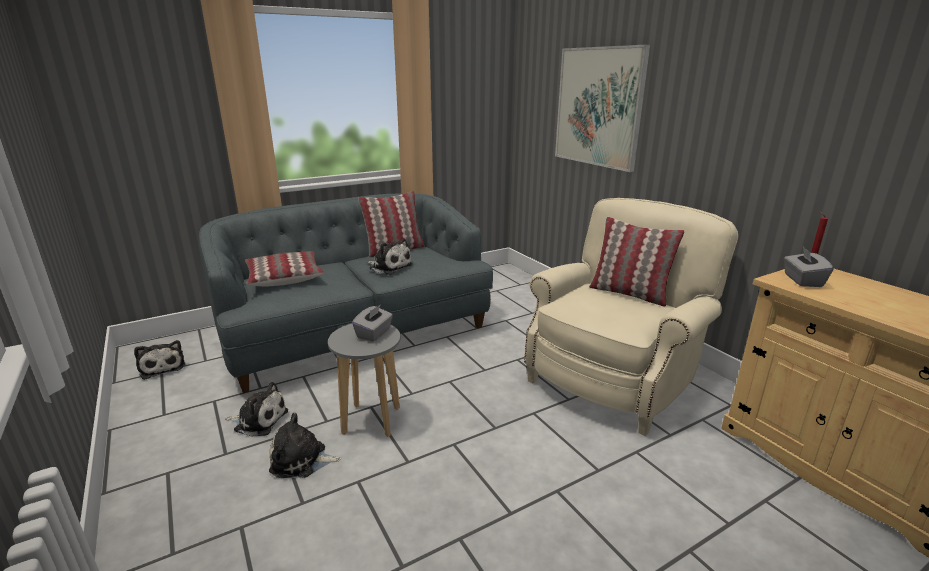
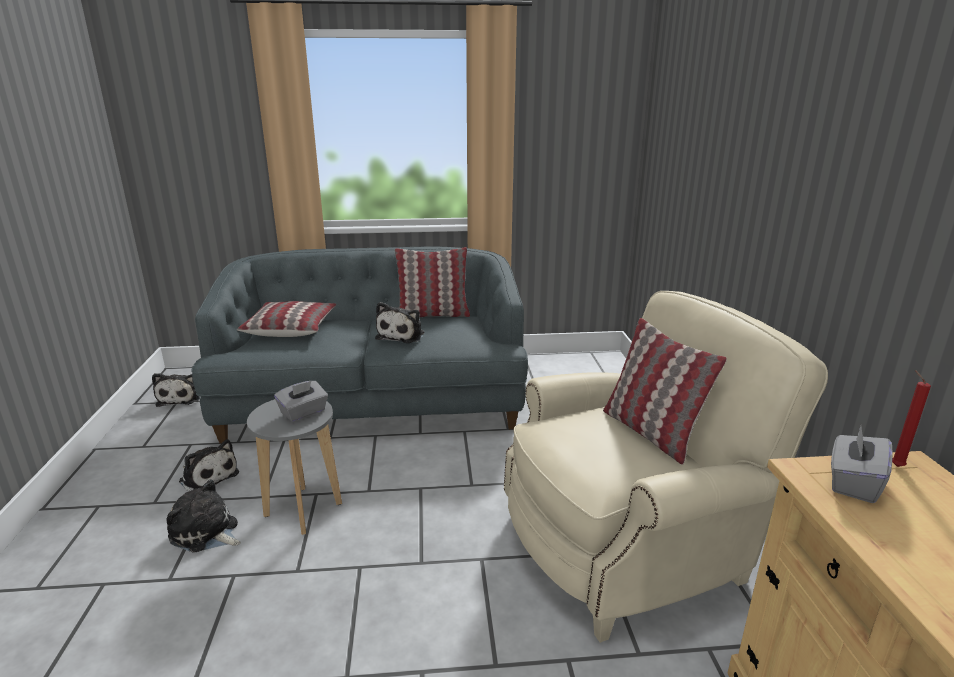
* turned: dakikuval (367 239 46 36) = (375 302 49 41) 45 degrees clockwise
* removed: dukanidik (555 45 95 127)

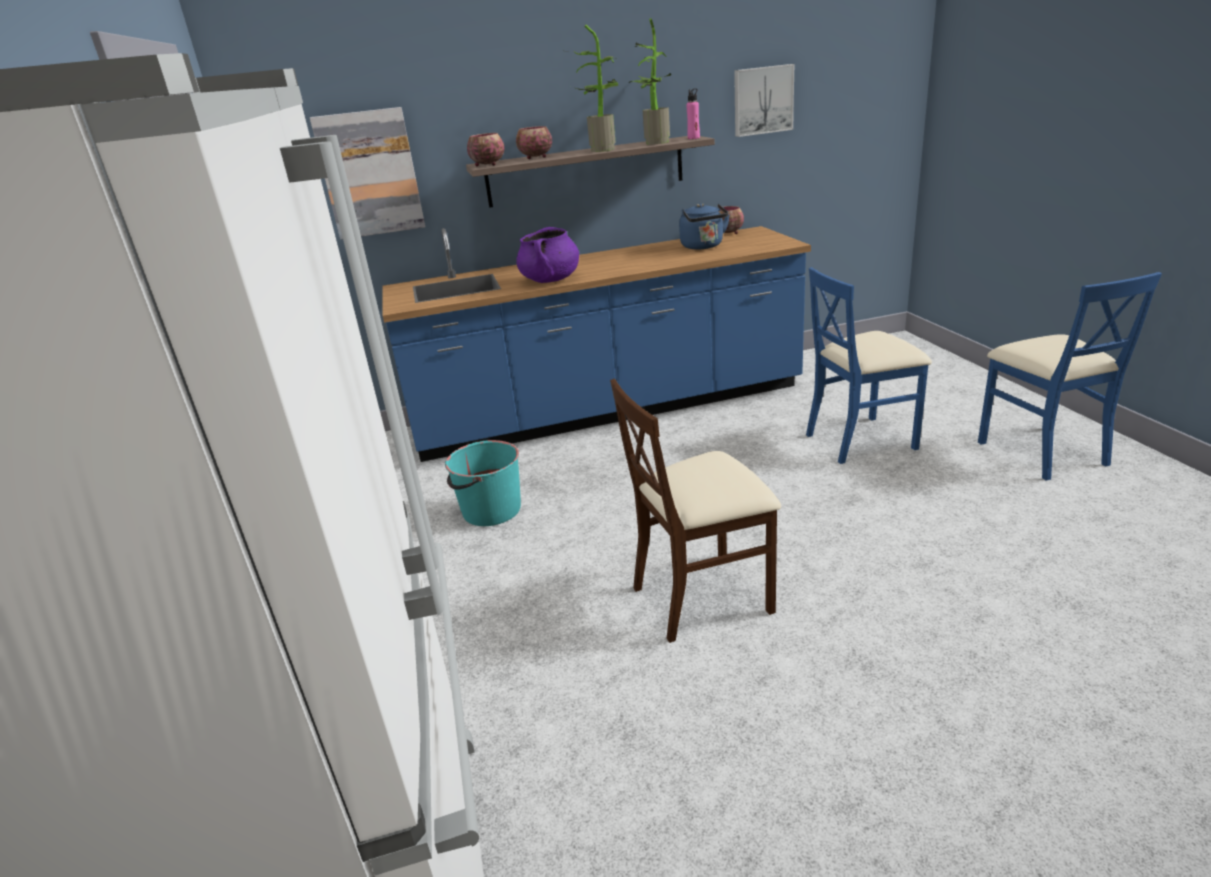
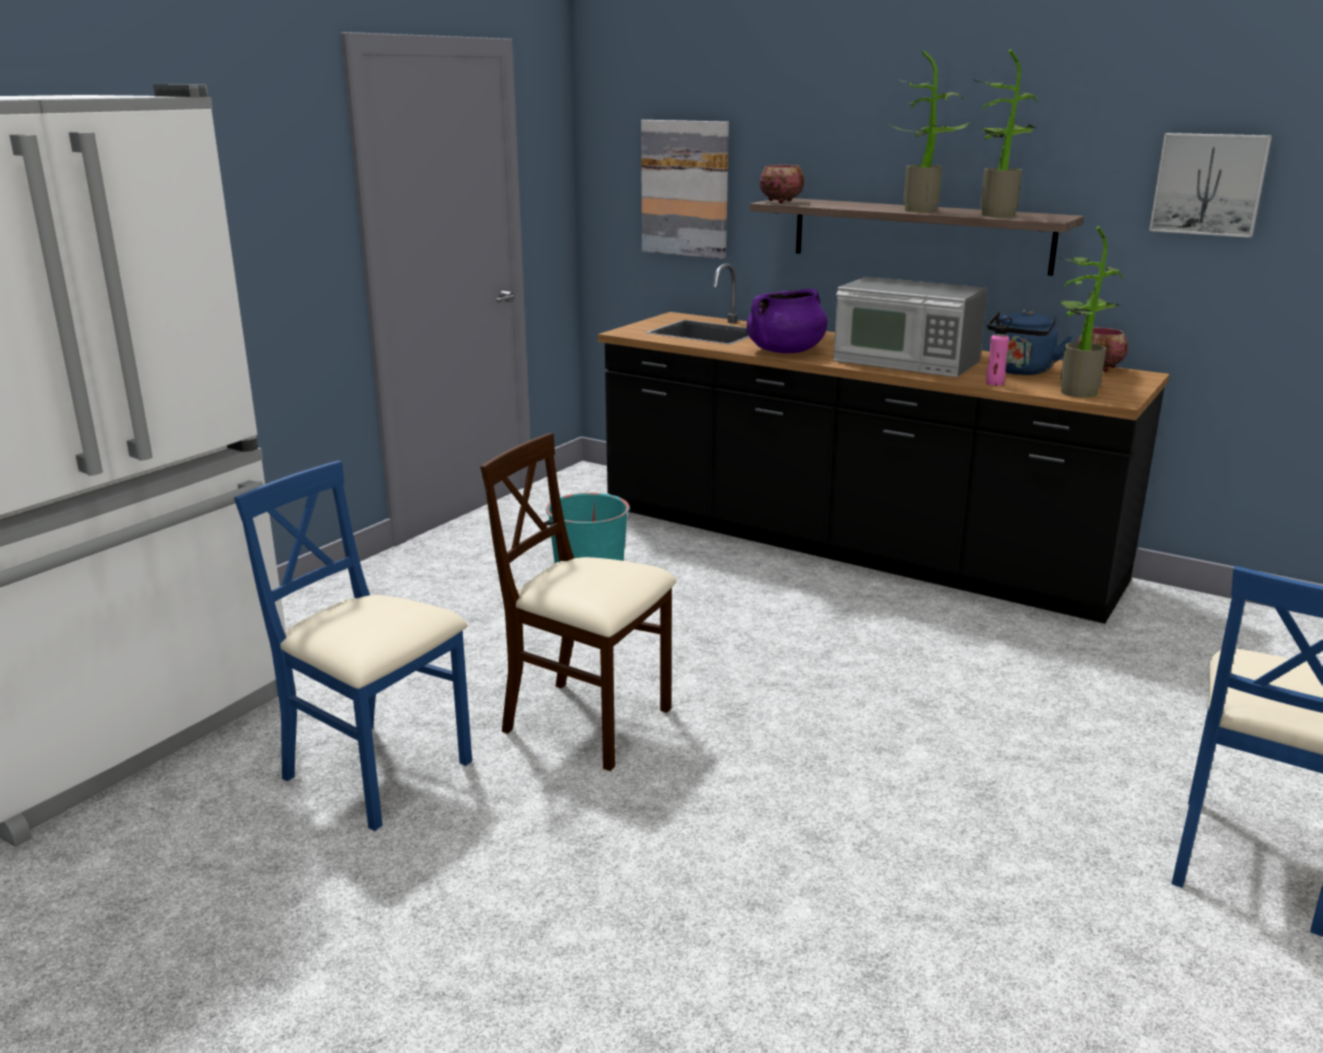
* recoloured: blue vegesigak (382 226 429 236) to black vegesigak (598 263 572 361)
* removed: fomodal (516 126 36 33)
* moved: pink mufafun (686 88 14 51) to (986 318 26 68)
* moved: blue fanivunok (806 267 126 197) to (234 461 238 370)
* added: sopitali (833 277 155 100)
* added: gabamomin (1060 226 64 172)

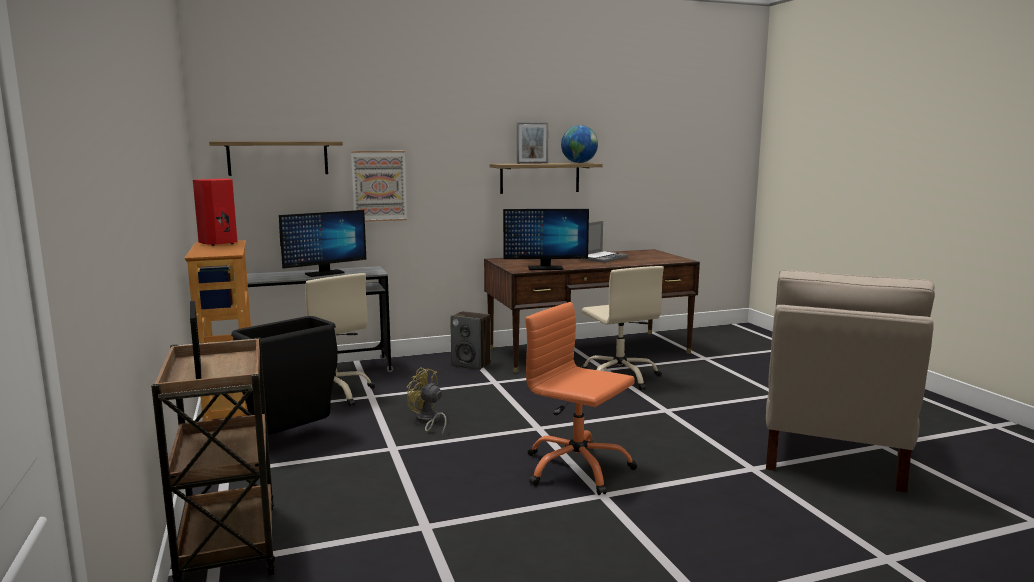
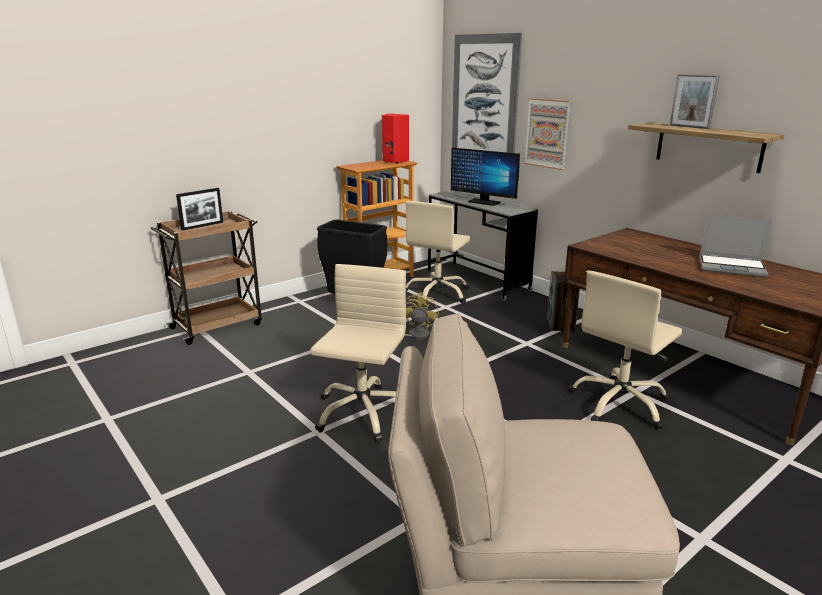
* replaced: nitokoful (209 141 134 35) to dukanidik (452 33 70 120)
* removed: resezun (503 209 86 61)
* recoloured: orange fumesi (525 302 112 193) to beige fumesi (310 264 96 178)
* removed: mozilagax (561 125 37 38)

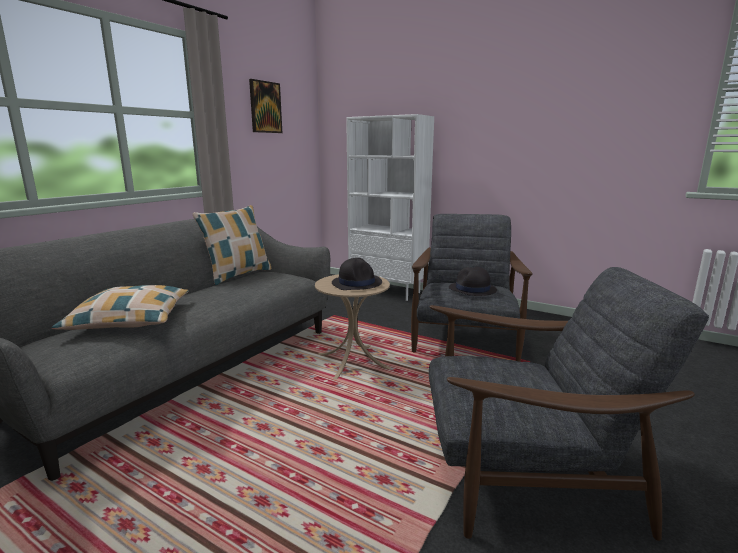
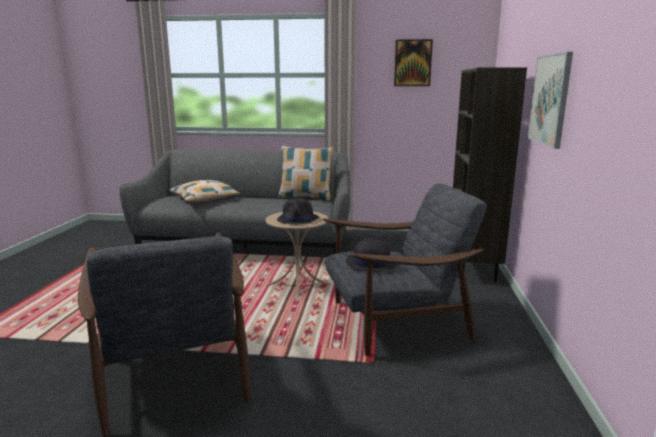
* recoloured: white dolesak (346 114 88 187) to brown dolesak (453 67 74 215)
* added: dukanidik (528 52 45 97)

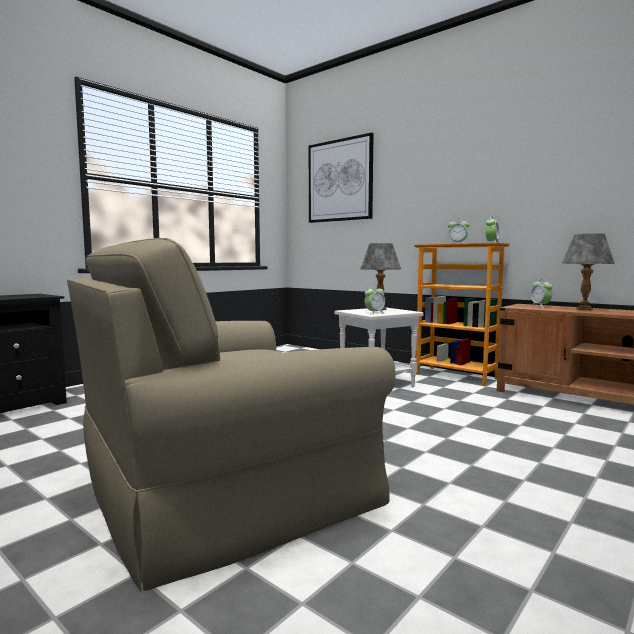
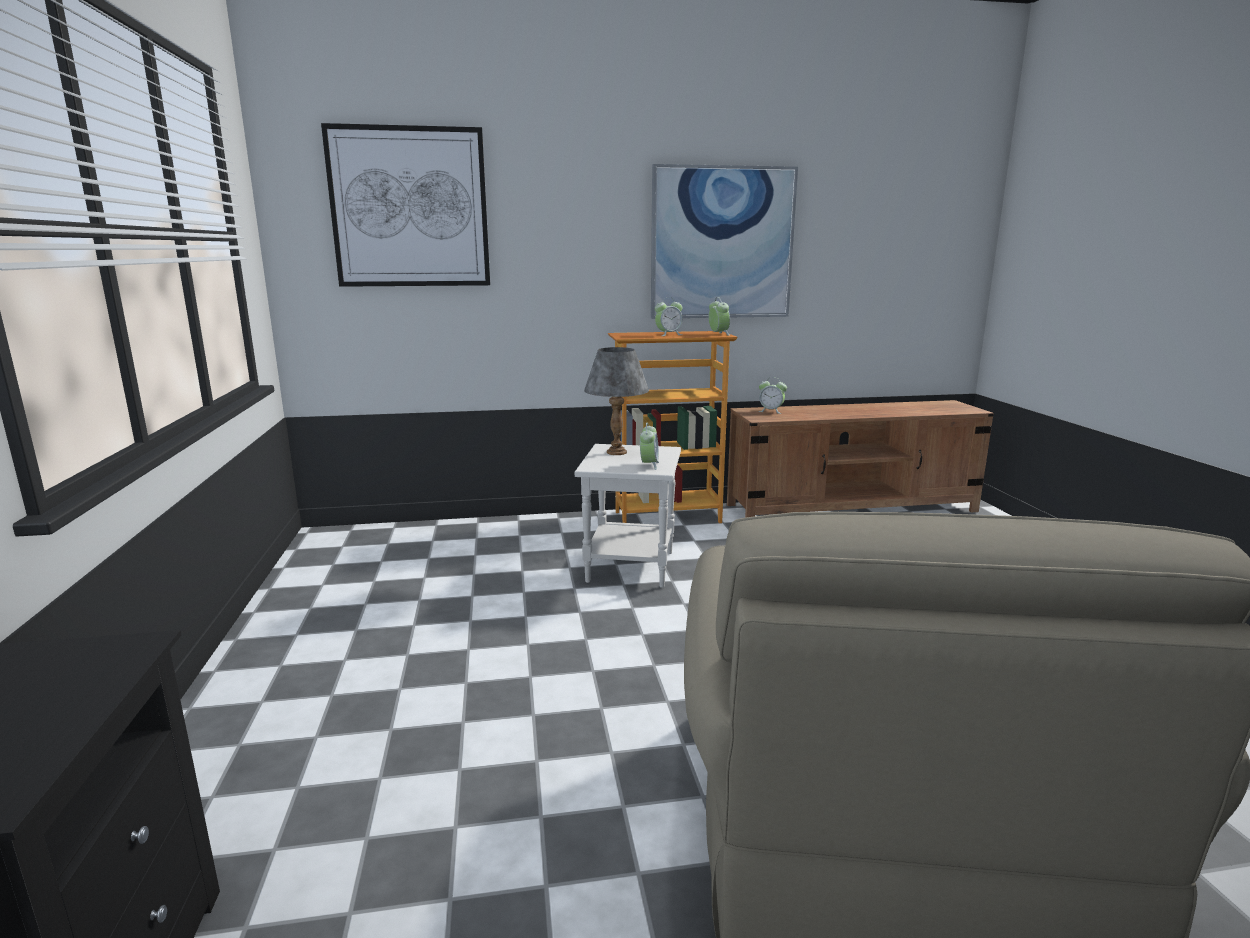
* removed: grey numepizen (562 234 53 76)
* added: dukanidik (651 164 147 155)

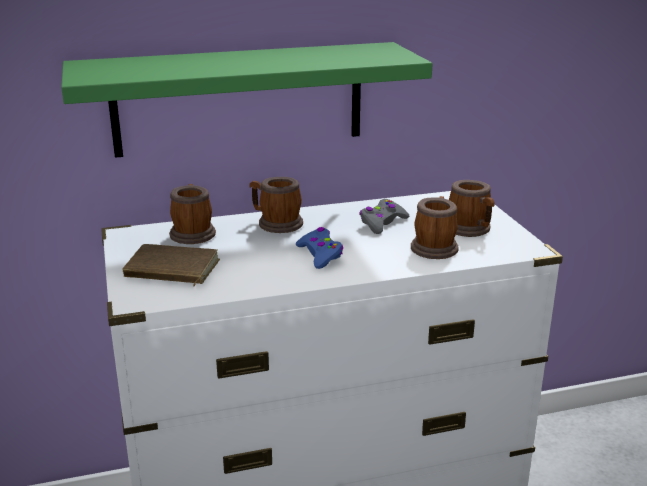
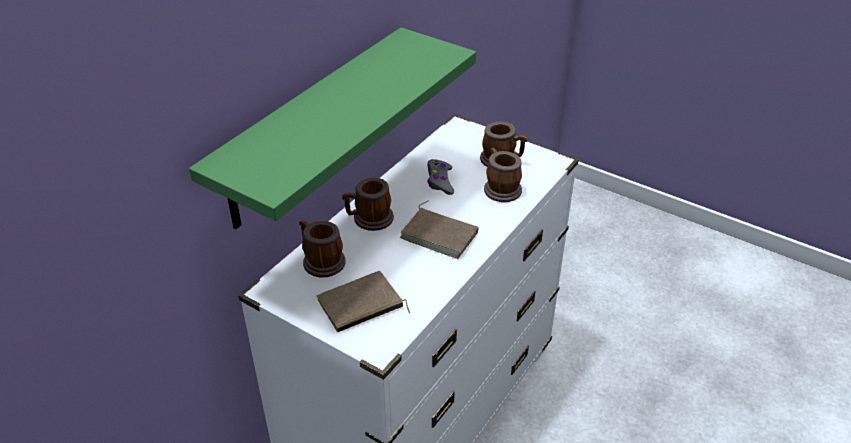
* replaced: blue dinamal (296 227 47 42) to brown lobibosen (400 201 79 58)

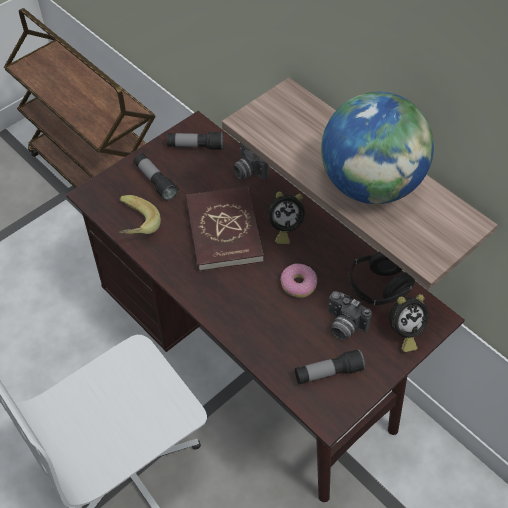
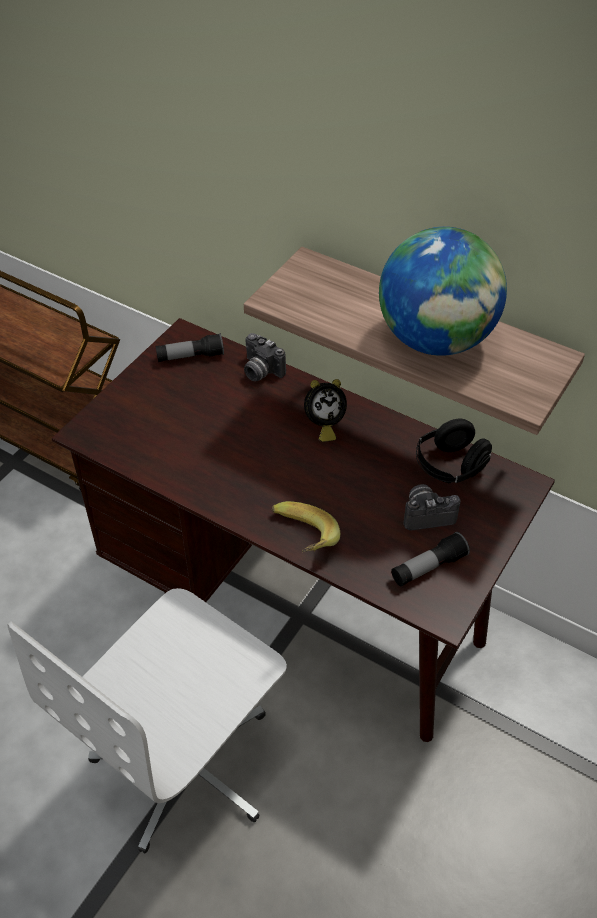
* moved: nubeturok (119 195 42 40) to (272 501 68 51)
* removed: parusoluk (134 153 45 48)
* removed: red lobibosen (185 186 79 86)
* removed: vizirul (280 264 37 34)
* turned: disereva (328 291 44 49) = (403 484 58 47) 150 degrees clockwise
* removed: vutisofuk (389 294 40 58)

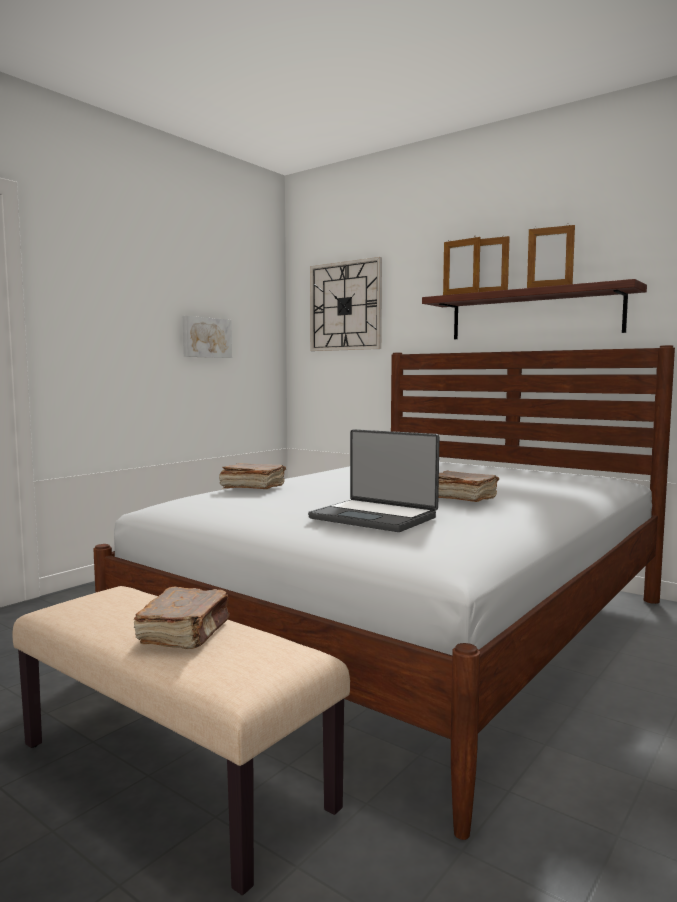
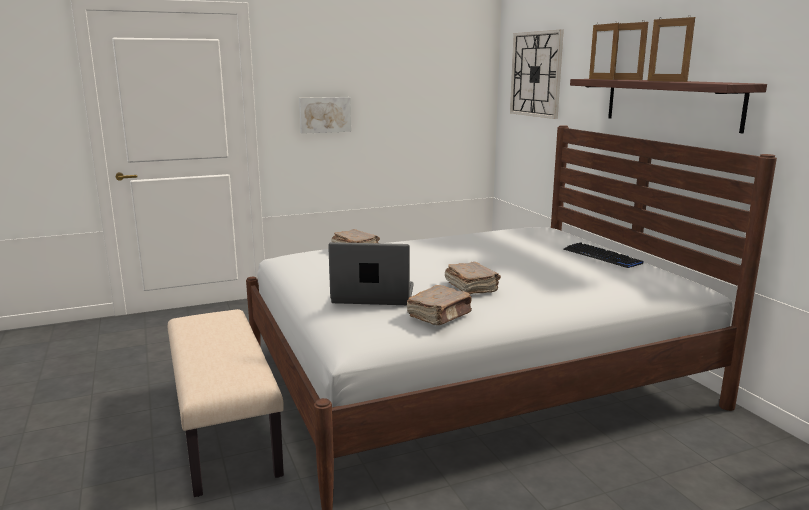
* moved: brown lobibosen (134 587 96 62) to (407 285 65 40)
* moved: dukanidik (183 316 49 42) to (299 97 52 37)
* turned: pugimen (308 429 132 103) = (328 242 85 63) 120 degrees clockwise
* added: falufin (563 242 80 26)

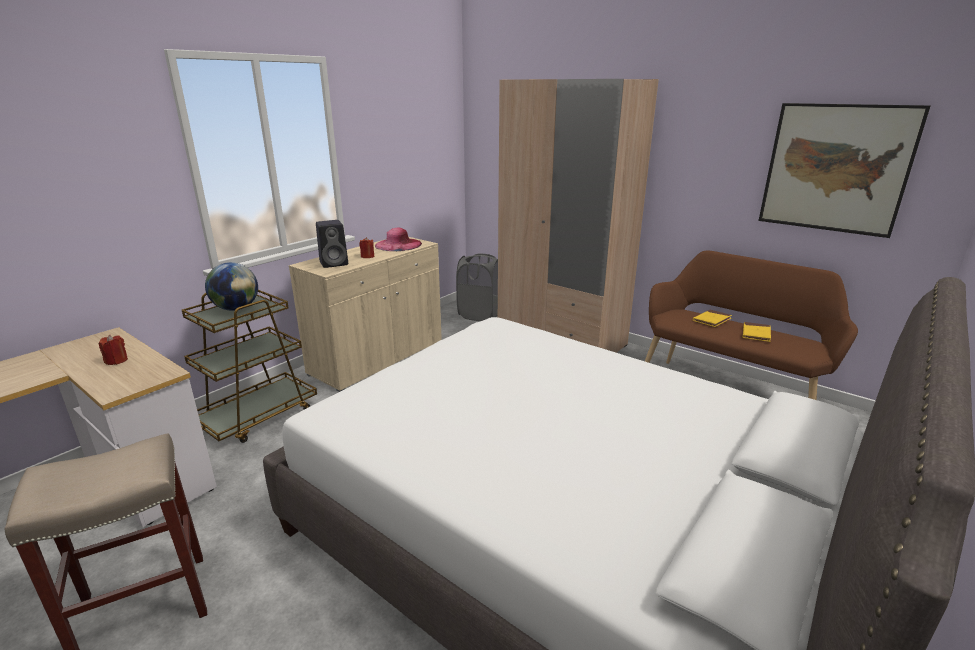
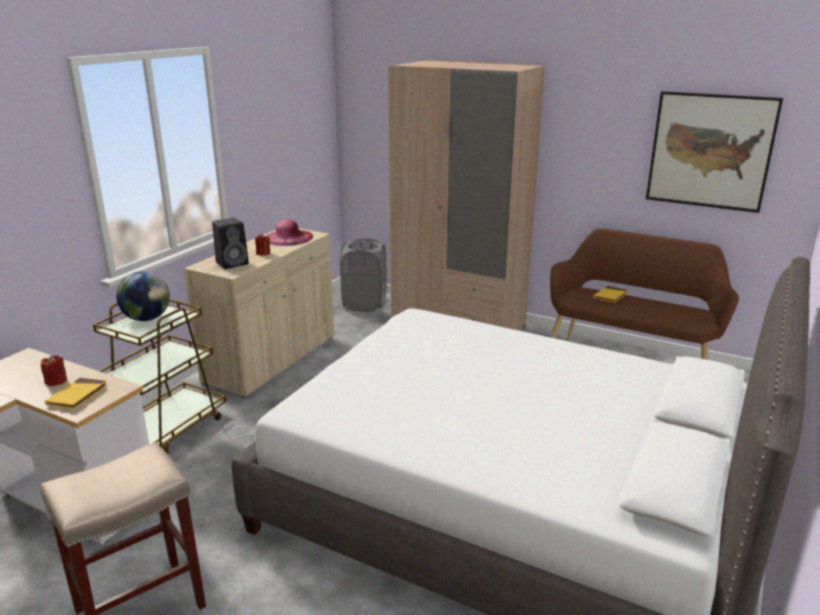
* moved: yellow lobibosen (743 322 28 20) to (45 378 63 31)

